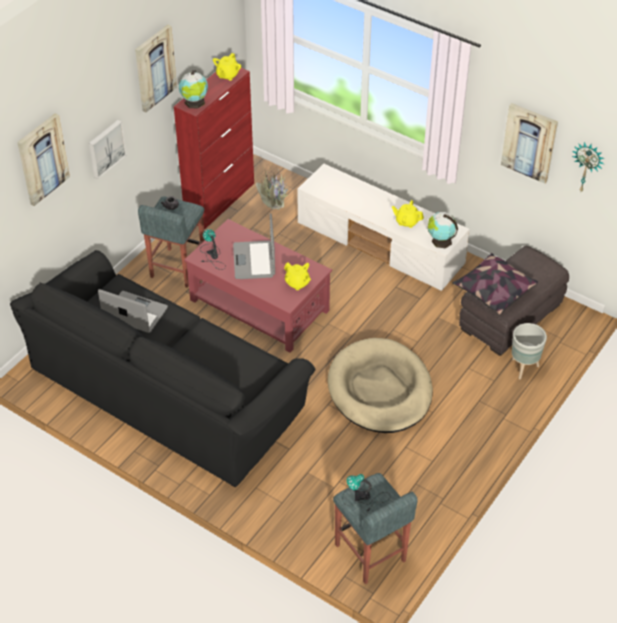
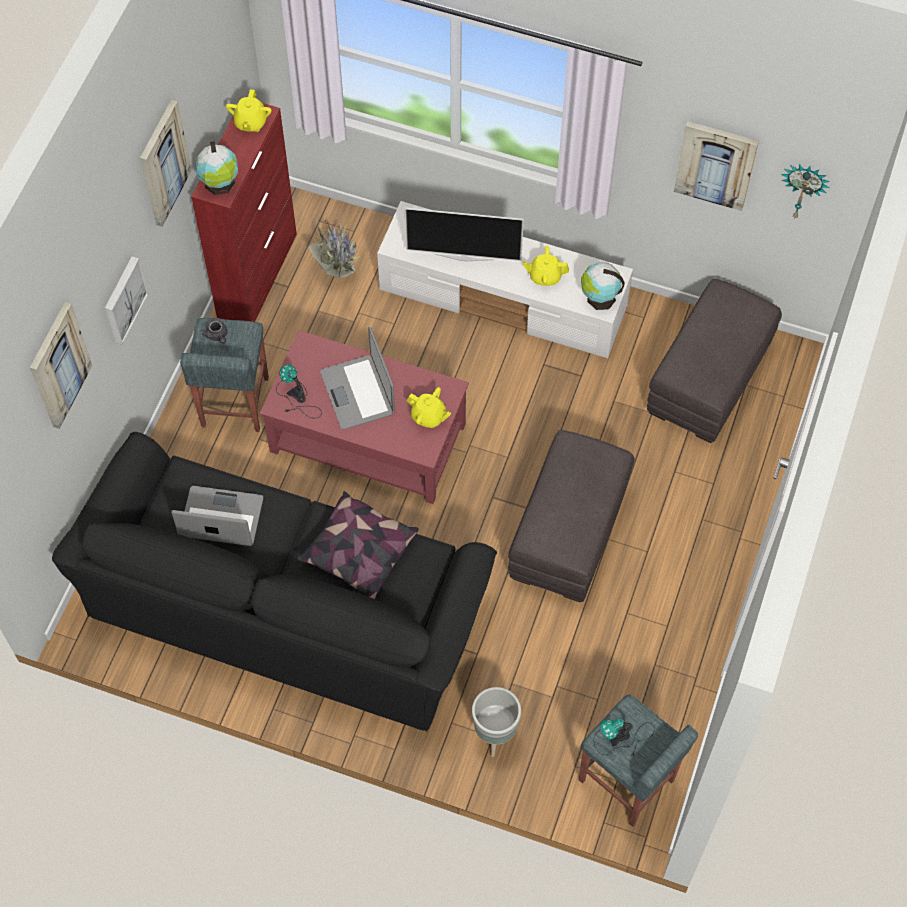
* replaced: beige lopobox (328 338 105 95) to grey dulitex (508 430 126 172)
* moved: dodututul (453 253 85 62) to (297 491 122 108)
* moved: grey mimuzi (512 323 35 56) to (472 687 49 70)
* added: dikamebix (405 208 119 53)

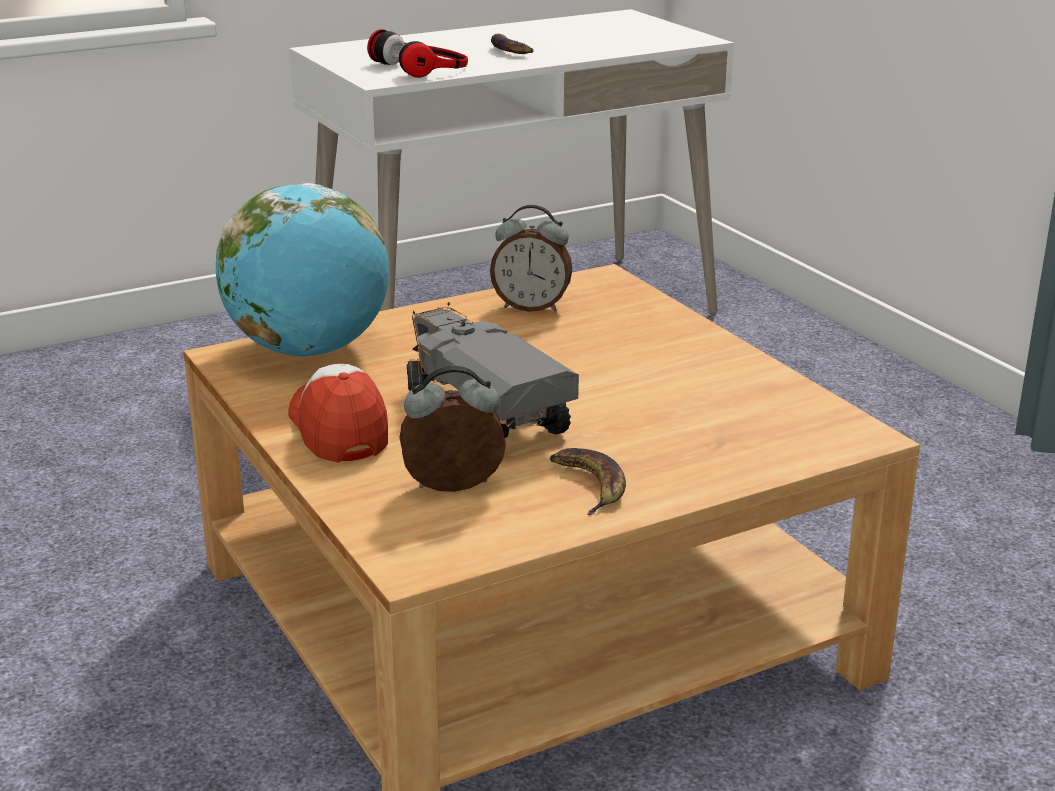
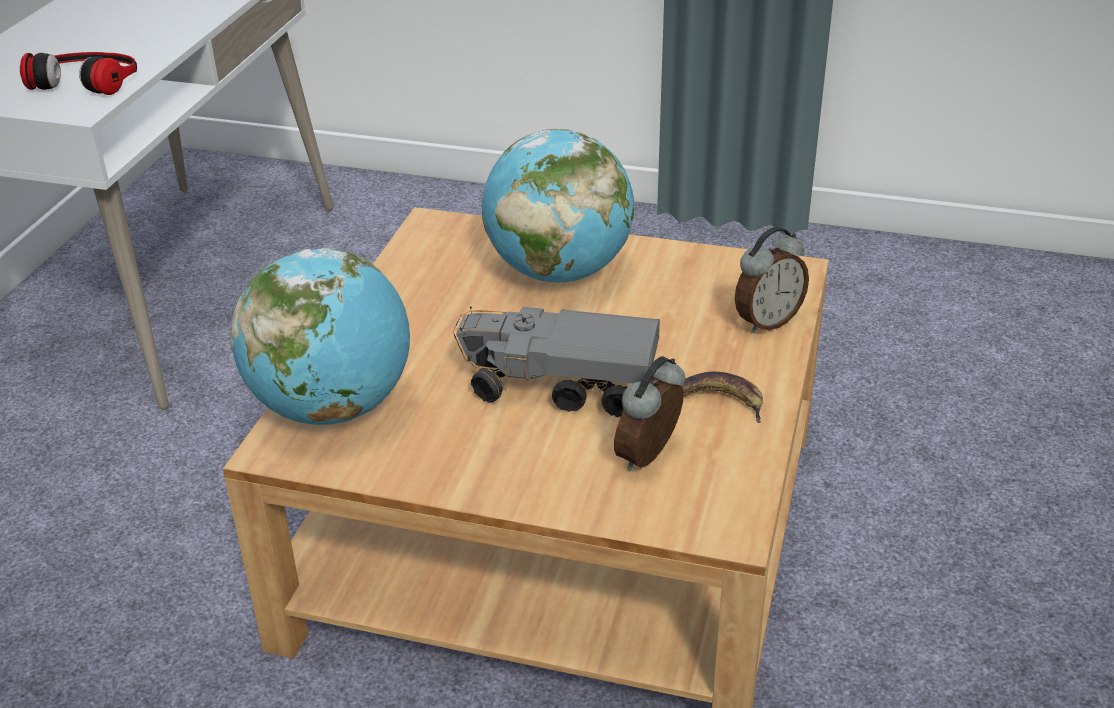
* removed: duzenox (288 364 100 99)
* moved: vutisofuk (490 205 82 107) to (735 227 74 106)
* removed: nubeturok (491 34 42 20)
* added: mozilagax (482 129 152 154)

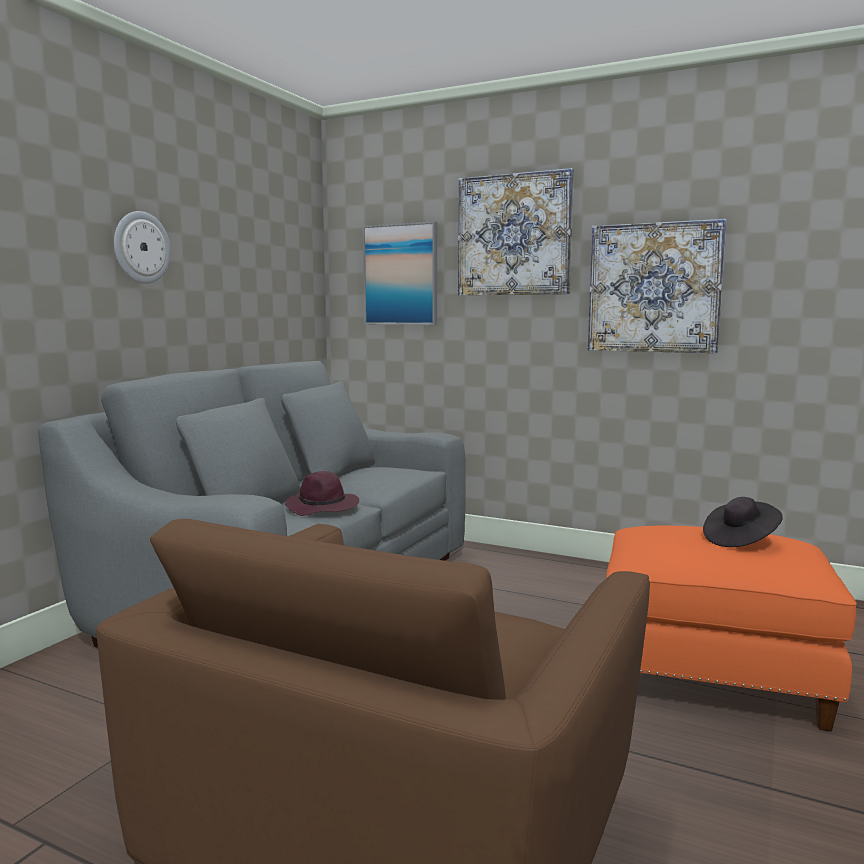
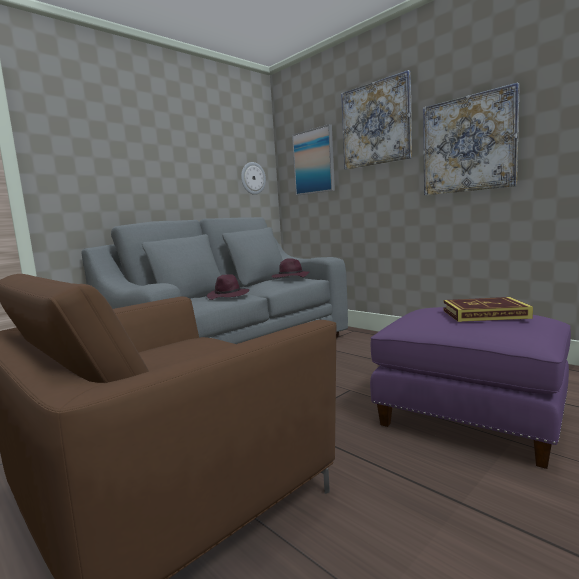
* moved: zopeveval (114 211 57 73) to (241 162 25 33)
* recoloured: orange dulitex (606 525 251 207) to purple dulitex (370 307 201 162)
* replaced: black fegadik (703 497 80 50) to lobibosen (444 297 89 25)
* added: purple fegadik (271 258 39 20)

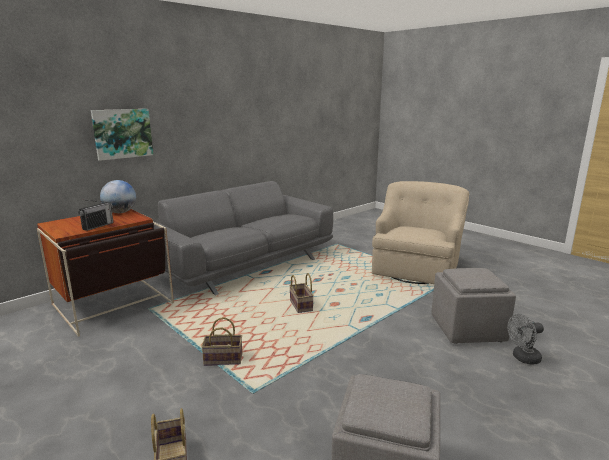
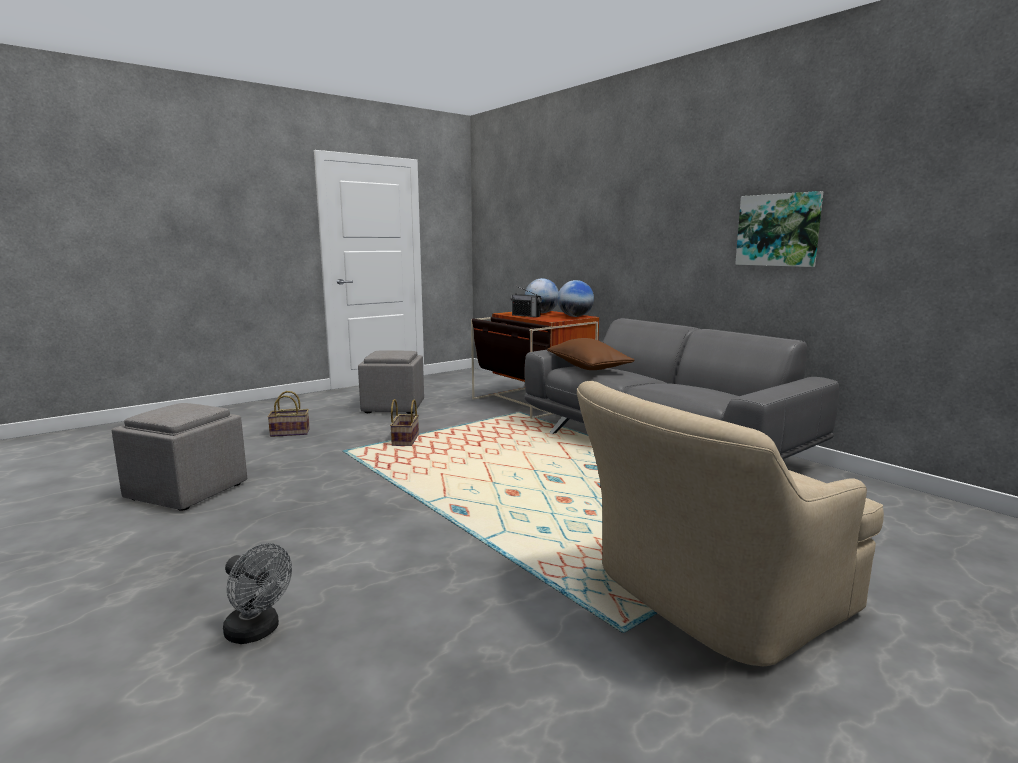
* moved: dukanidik (91 109 62 52) to (735 191 89 76)
* removed: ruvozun (289 273 25 40)
* turned: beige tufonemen (372 181 97 103) = (577 381 307 285) 120 degrees clockwise
* moved: grey dulitex (431 268 85 76) to (358 350 66 64)
* turned: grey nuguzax (507 314 37 51) = (223 543 69 101) 135 degrees clockwise
* added: mozilagax (525 278 34 35)
* added: brown dodututul (547 338 87 32)

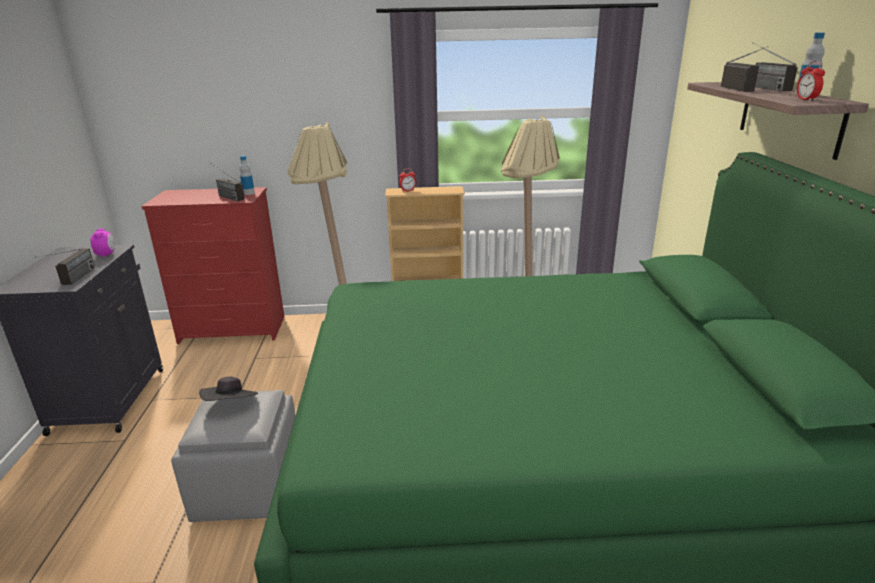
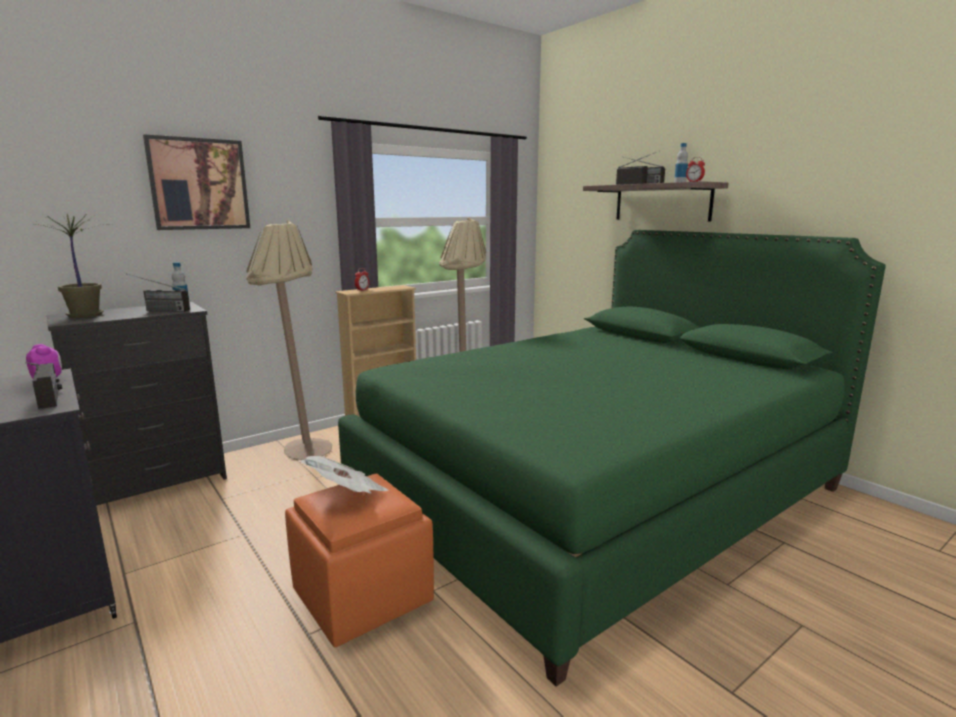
* recoloured: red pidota (142 187 142 157) to black pidota (47 302 180 204)
* recoloured: grey dulitex (171 390 125 132) to orange dulitex (285 474 149 173)
* replaced: black fegadik (199 377 59 24) to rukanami (300 456 89 37)
* added: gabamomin (31 214 81 104)
* added: dukanidik (143 134 107 96)

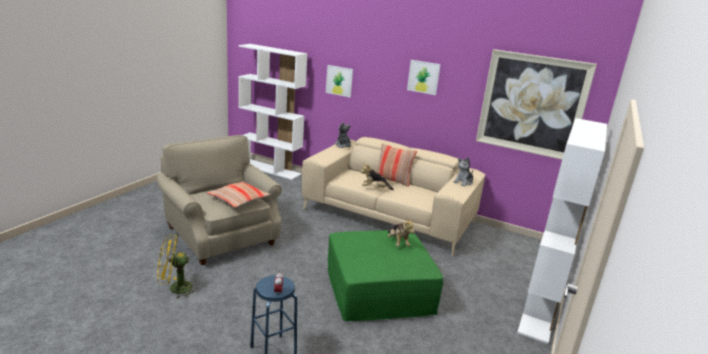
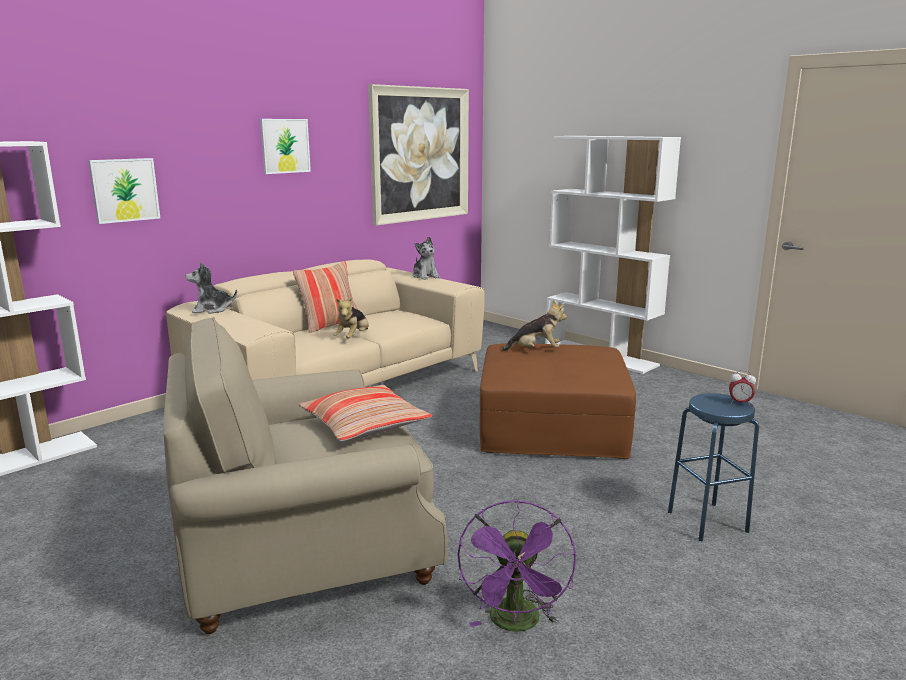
* recoloured: yellow nuguzax (157 234 42 65) to purple nuguzax (458 500 118 132)
* recoloured: green dulitex (328 230 115 91) to brown dulitex (480 343 156 116)

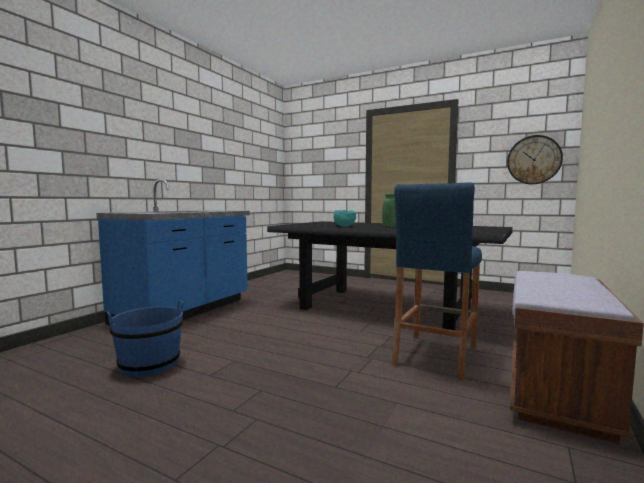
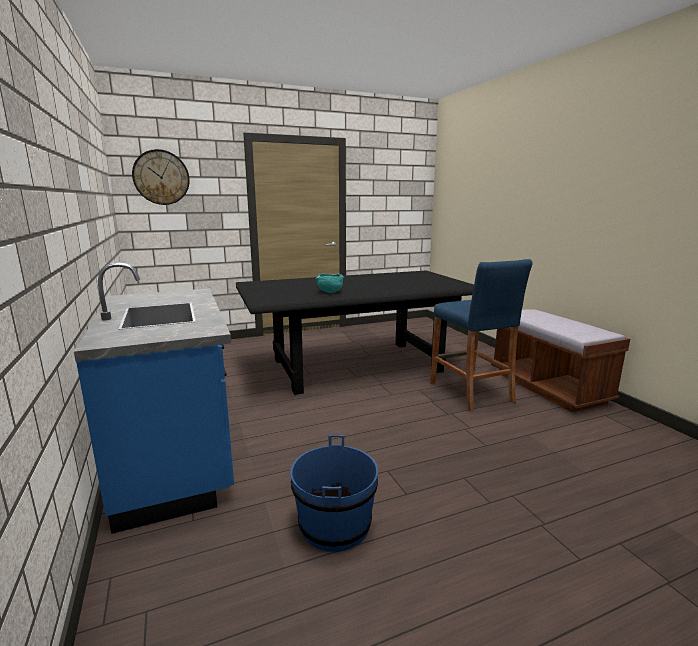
* removed: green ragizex (382 193 14 34)
* moved: zopeveval (507 135 56 50) to (132 149 58 56)

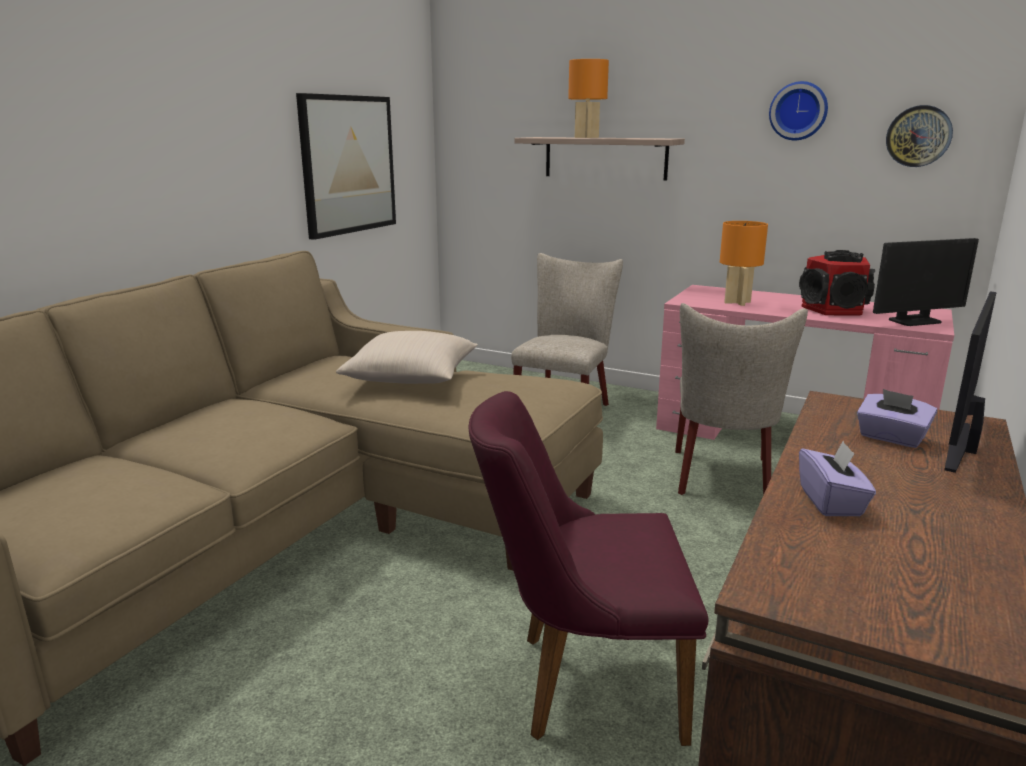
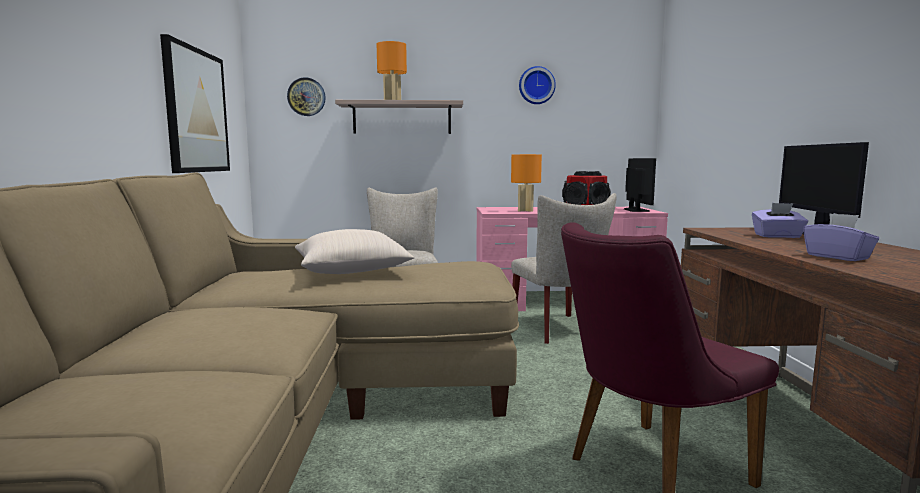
* turned: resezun (873 238 106 88) = (624 158 32 54) 45 degrees counterclockwise
* moved: zopeveval (886 105 67 62) to (287 77 39 39)

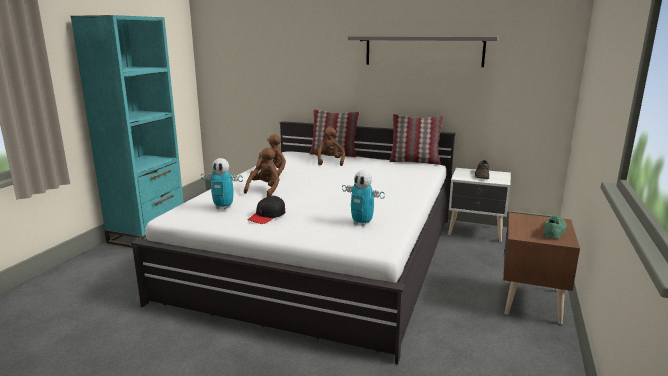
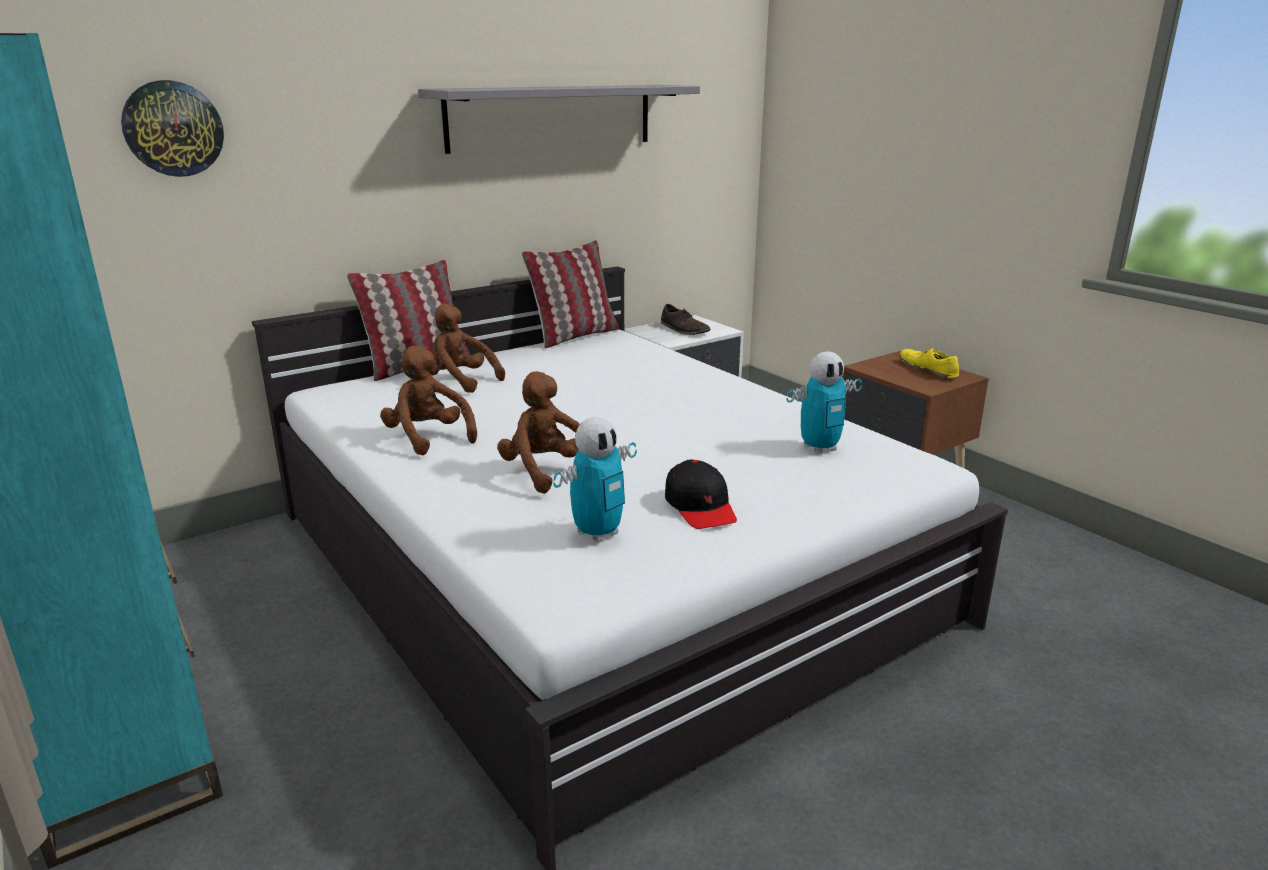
* recoloured: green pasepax (544 215 23 23) to yellow pasepax (900 348 59 31)
* added: zopeveval (121 80 103 97)

